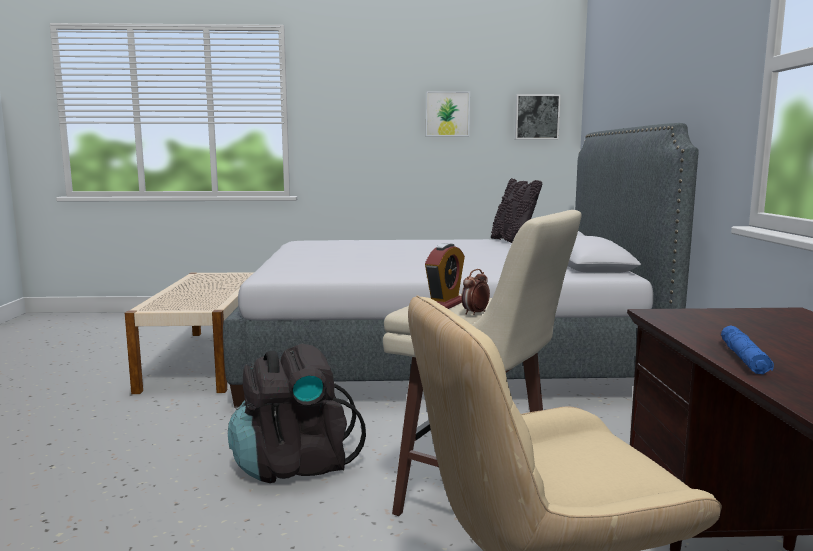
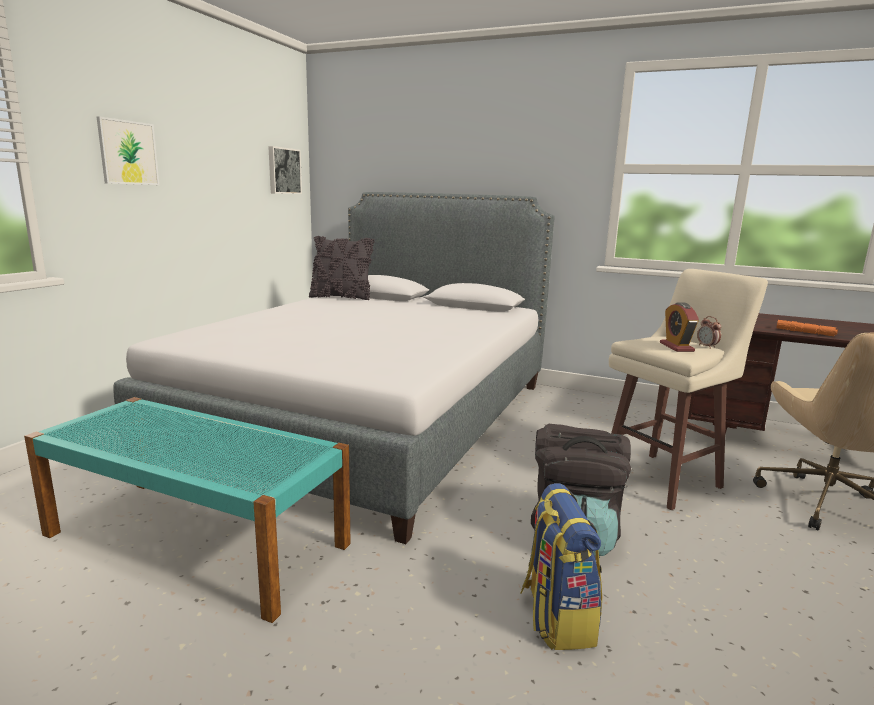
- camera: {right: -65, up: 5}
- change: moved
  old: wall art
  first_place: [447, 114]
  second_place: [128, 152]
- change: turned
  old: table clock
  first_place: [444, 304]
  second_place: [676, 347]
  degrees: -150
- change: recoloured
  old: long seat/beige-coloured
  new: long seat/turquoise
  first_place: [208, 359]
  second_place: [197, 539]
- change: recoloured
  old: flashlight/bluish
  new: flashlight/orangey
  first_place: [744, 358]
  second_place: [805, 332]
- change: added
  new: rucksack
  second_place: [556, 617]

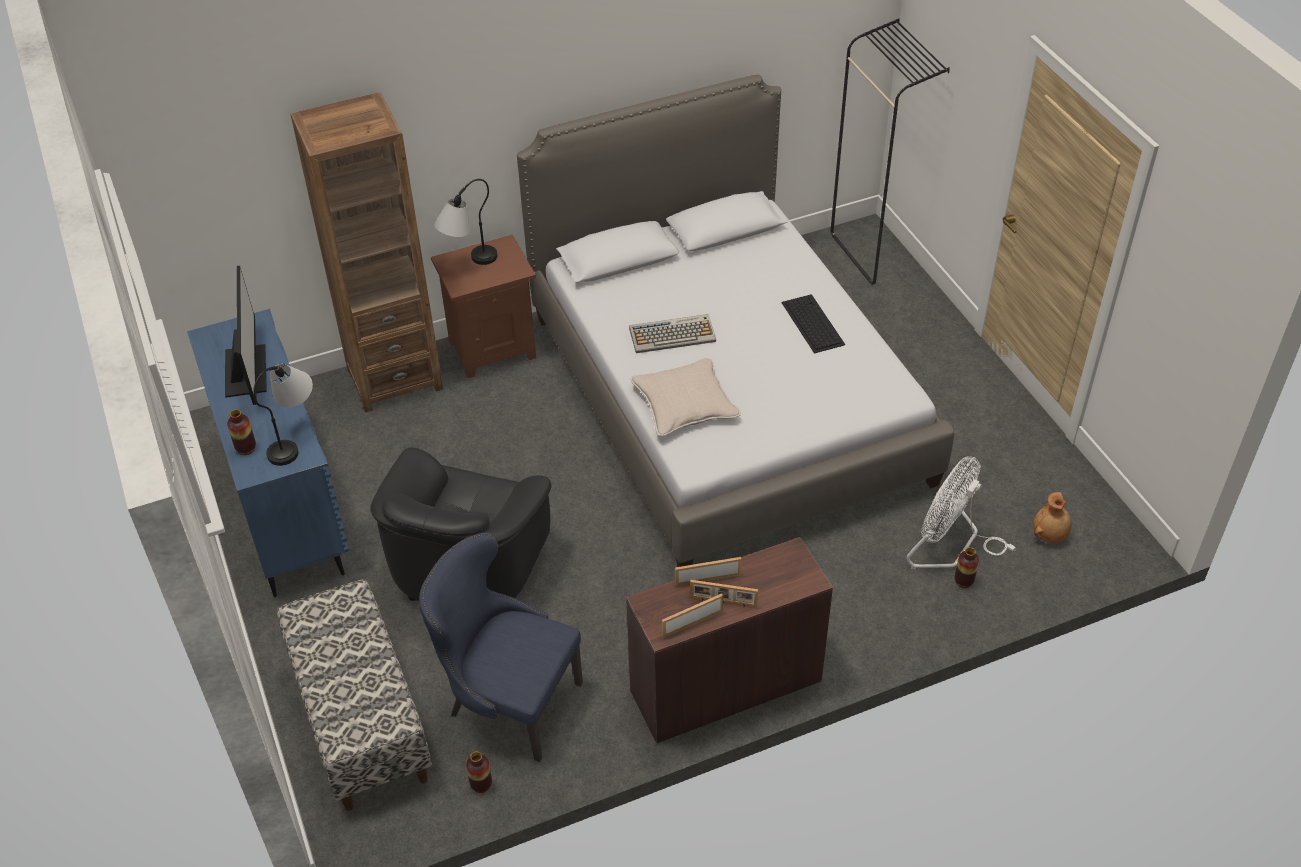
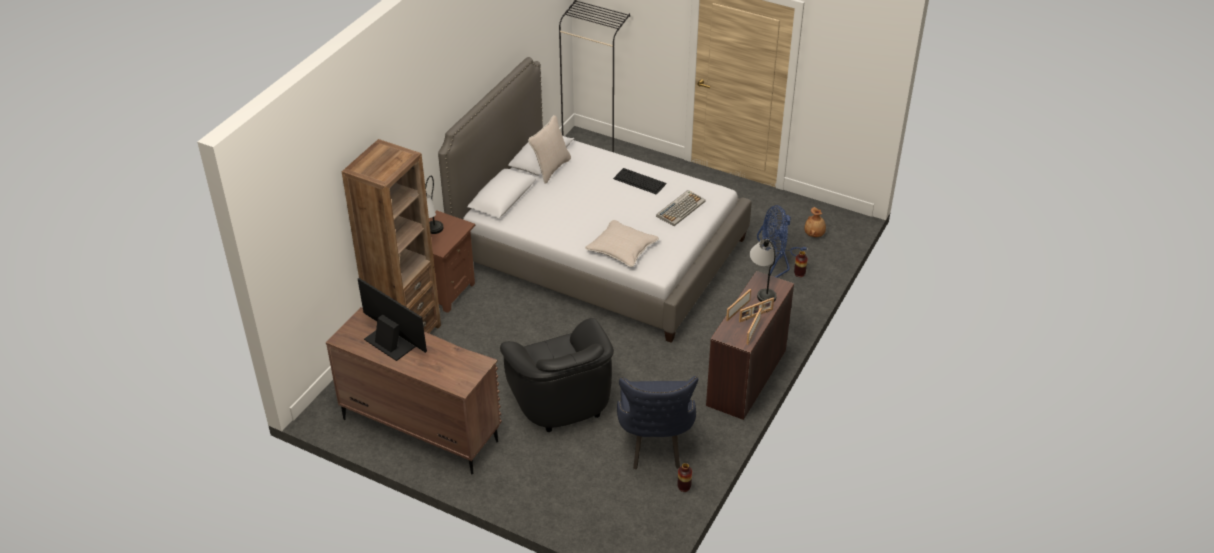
- camera: {right: -40, up: -5}
- change: recoloured
  old: chest of drawers/bluish
  new: chest of drawers/brown
  first_place: [285, 505]
  second_place: [420, 429]
- change: moved
  old: computer keyboard
  first_place: [673, 334]
  second_place: [680, 208]
- change: moved
  old: table lamp
  first_place: [295, 440]
  second_place: [762, 288]
- change: removed
  old: decorative vase
  first_place: [246, 448]
- change: recoloured
  old: cooling fan/whitish
  new: cooling fan/bluish
  first_place: [954, 541]
  second_place: [777, 259]
- change: turned
  old: chair/bluish
  first_place: [509, 702]
  second_place: [655, 445]
  degrees: -75
- change: removed
  old: long seat
  first_place: [360, 720]
- change: added
  new: cushion/beige-coloured
  second_place: [551, 169]

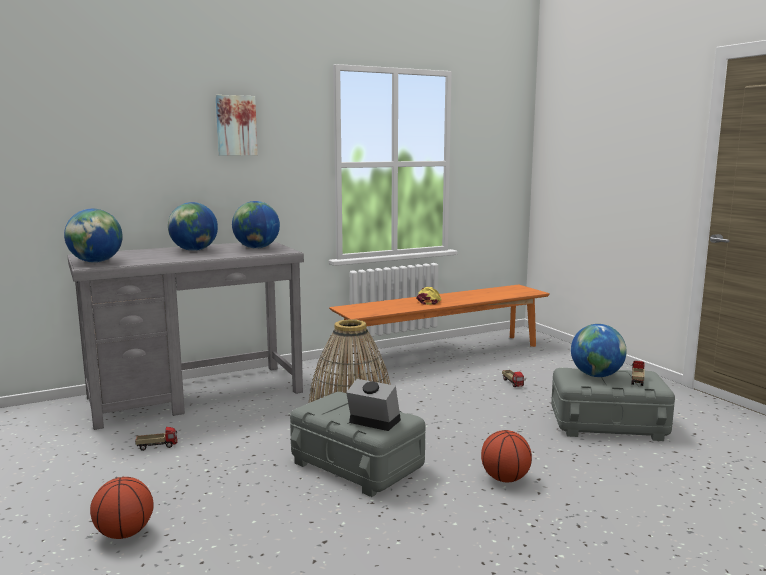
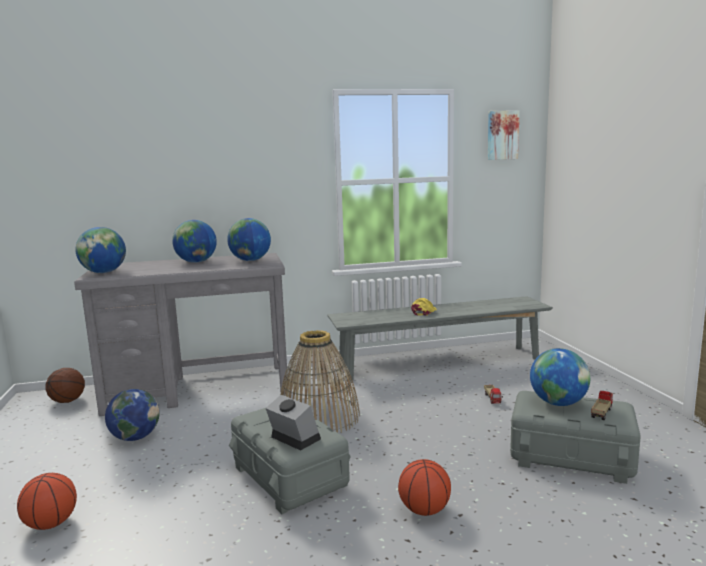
- camera: {right: 15, up: 0}
- change: moved
  old: wall art
  first_place: [236, 125]
  second_place: [502, 135]
- change: recoloured
  old: long seat/orangey
  new: long seat/greyish
  first_place: [443, 355]
  second_place: [439, 363]
- change: replaced
  old: toy truck
  new: world globe
  first_place: [157, 446]
  second_place: [135, 437]
- change: added
  new: ball for basketball
  second_place: [68, 401]

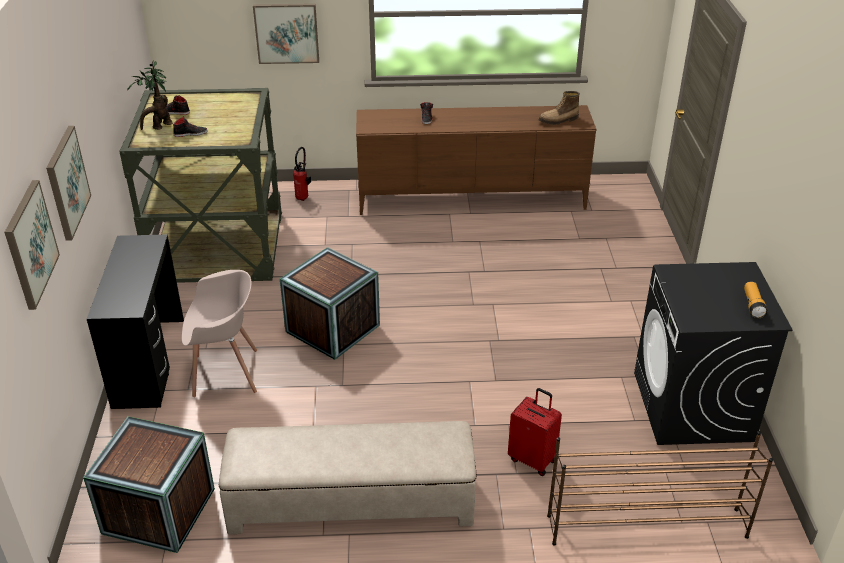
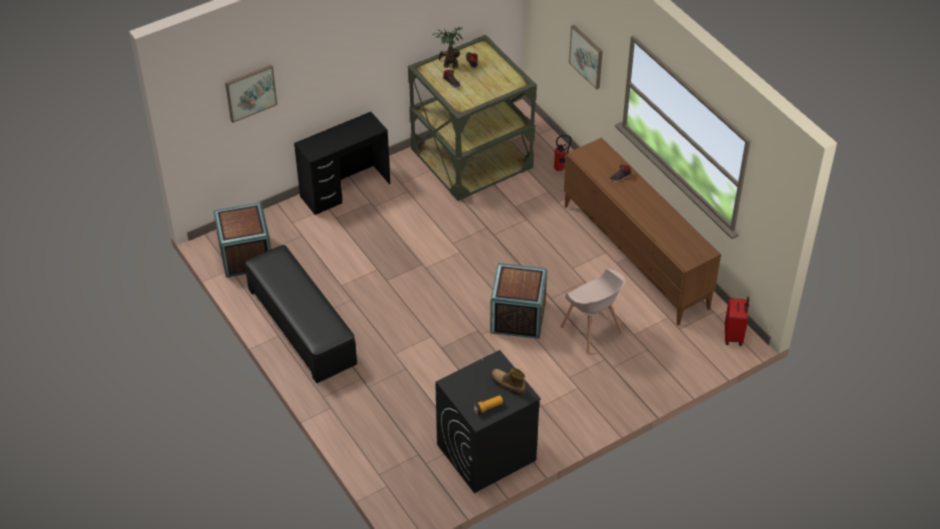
- camera: {right: 60, up: 10}
- change: moved
  old: boot
  first_place: [558, 120]
  second_place: [507, 385]
- change: removed
  old: wall art
  first_place: [67, 182]
- change: moved
  old: shipping crate
  first_place: [332, 328]
  second_place: [518, 317]
- change: moved
  old: chair/beige-coloured
  first_place: [227, 373]
  second_place: [591, 331]
- change: moved
  old: suitcase/reddish
  first_place: [533, 459]
  second_place: [734, 336]
- change: recoloured
  old: long seat/beige-coloured
  new: long seat/black-coloured
  first_place: [350, 501]
  second_place: [300, 325]
- change: removed
  old: shoe stand/brown
  first_place: [645, 526]

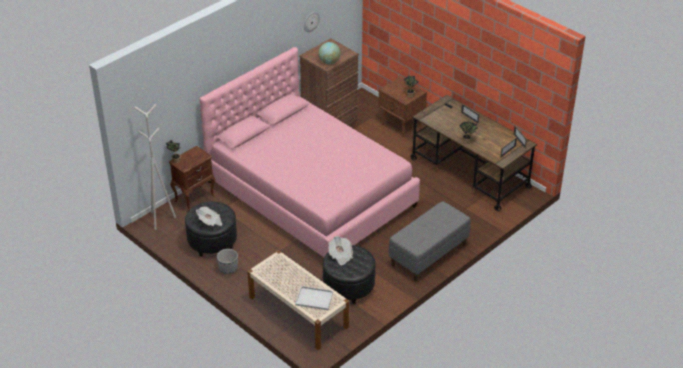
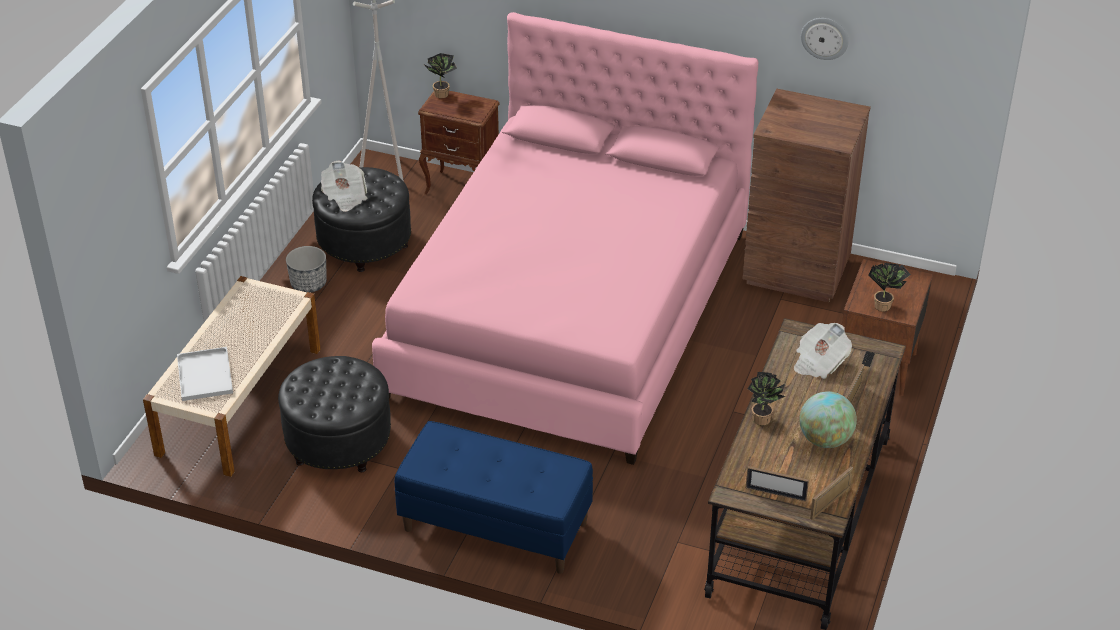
- camera: {right: 65, up: 0}
- change: moved
  old: world globe
  first_place: [329, 62]
  second_place: [825, 440]
- change: recoloured
  old: long seat/greyish
  new: long seat/bluish
  first_place: [428, 255]
  second_place: [494, 527]
- change: moved
  old: newspaper
  first_place: [340, 256]
  second_place: [819, 362]

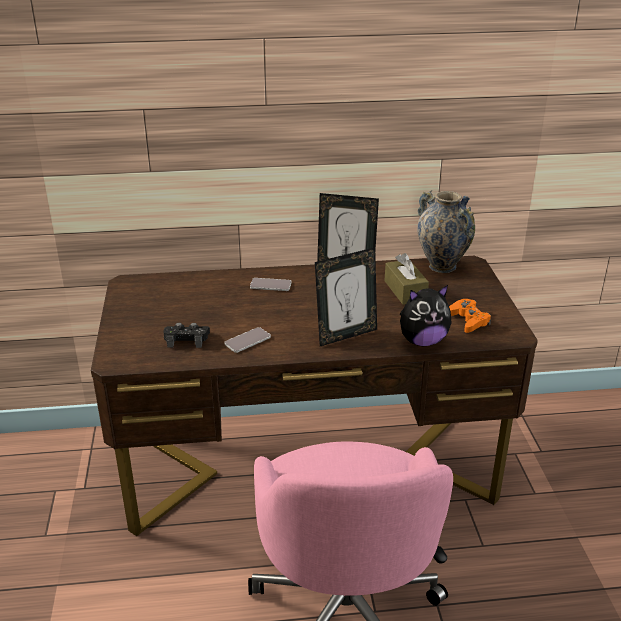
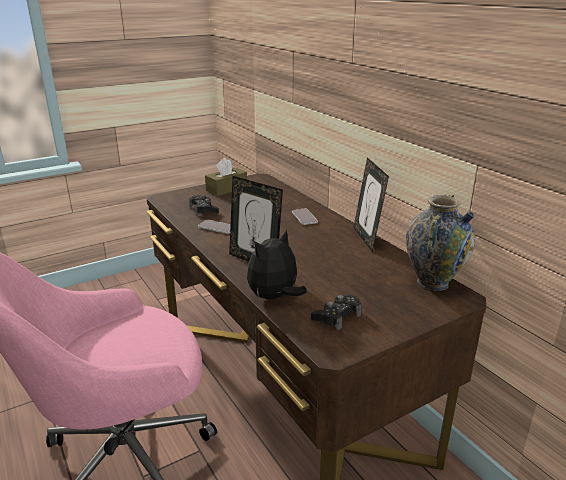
- camera: {right: 65, up: -5}
- change: moved
  old: tissue holder/brown
  first_place: [405, 290]
  second_place: [226, 189]
- change: turned
  old: soft toy
  first_place: [422, 341]
  second_place: [274, 297]
  degrees: 90
- change: recoloured
  old: joypad/orangey
  new: joypad/black-coloured
  first_place: [468, 320]
  second_place: [336, 316]

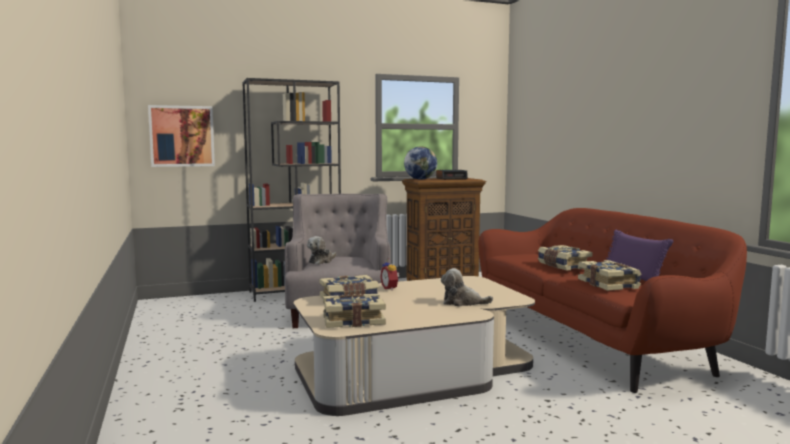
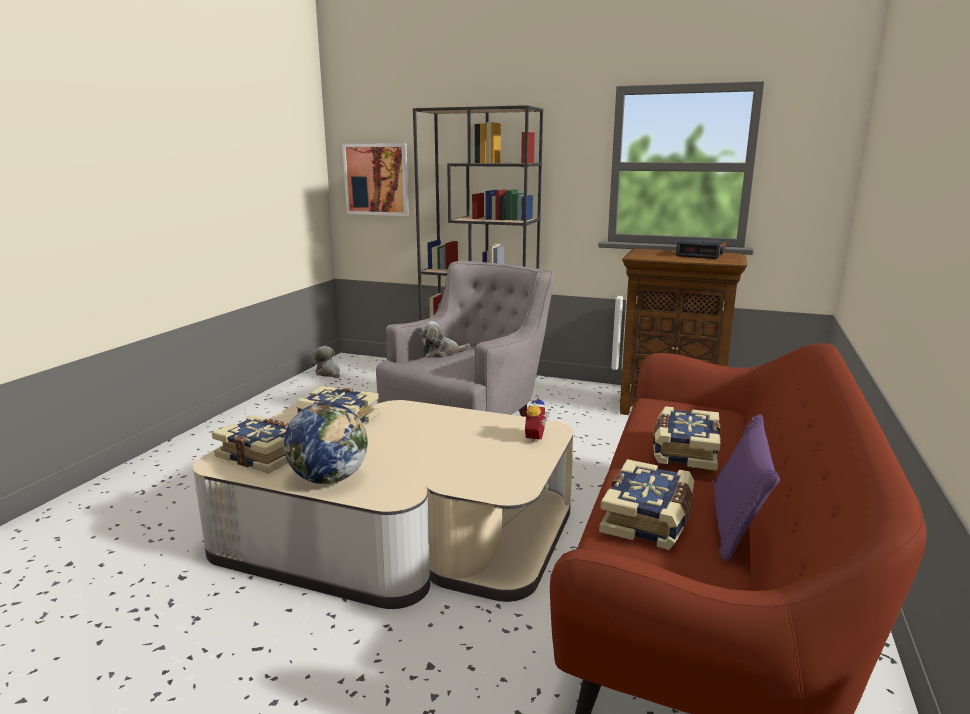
- camera: {right: 40, up: 10}
- change: moved
  old: world globe
  first_place: [420, 179]
  second_place: [329, 478]
- change: moved
  old: table clock
  first_place: [390, 288]
  second_place: [537, 438]
- change: moved
  old: soft toy
  first_place: [462, 302]
  second_place: [328, 373]

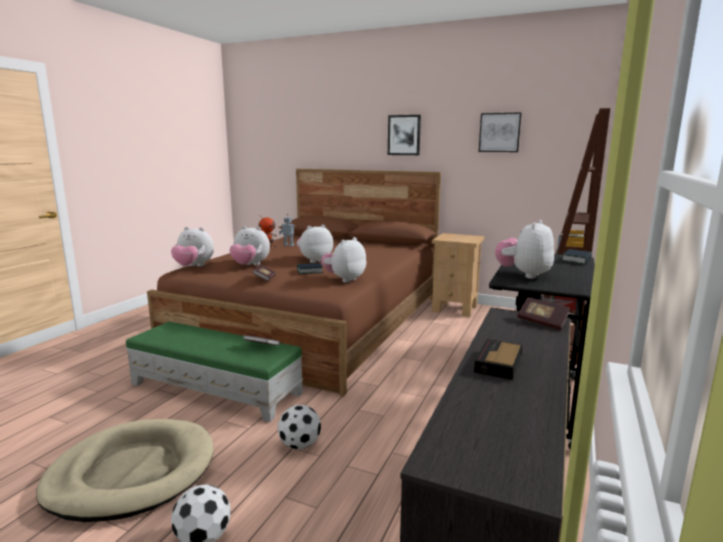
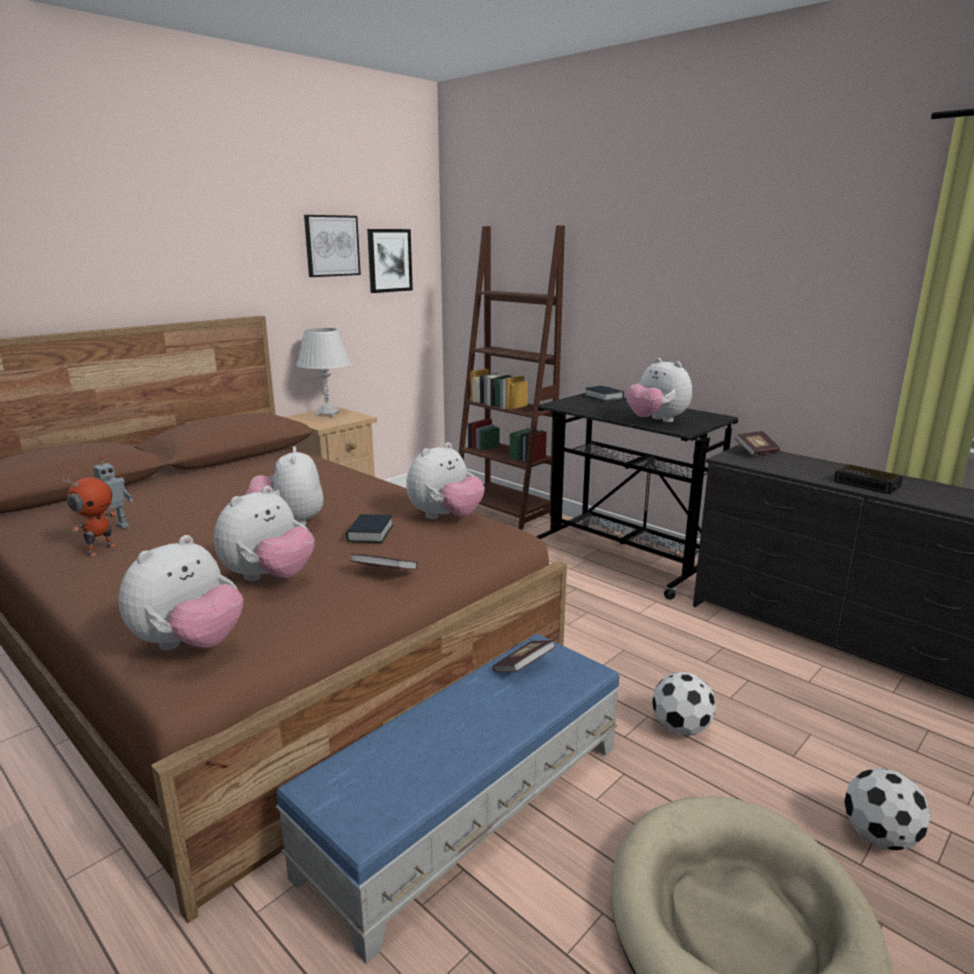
- camera: {right: -70, up: 5}
- change: moved
  old: wall art
  first_place: [404, 135]
  second_place: [389, 260]
- change: turned
  old: soft toy
  first_place: [344, 279]
  second_place: [445, 517]
  degrees: -105
- change: recoloured
  old: pouffe/green
  new: pouffe/bluish
  first_place: [216, 389]
  second_place: [470, 806]
- change: added
  new: table lamp/whitish
  second_place: [327, 414]

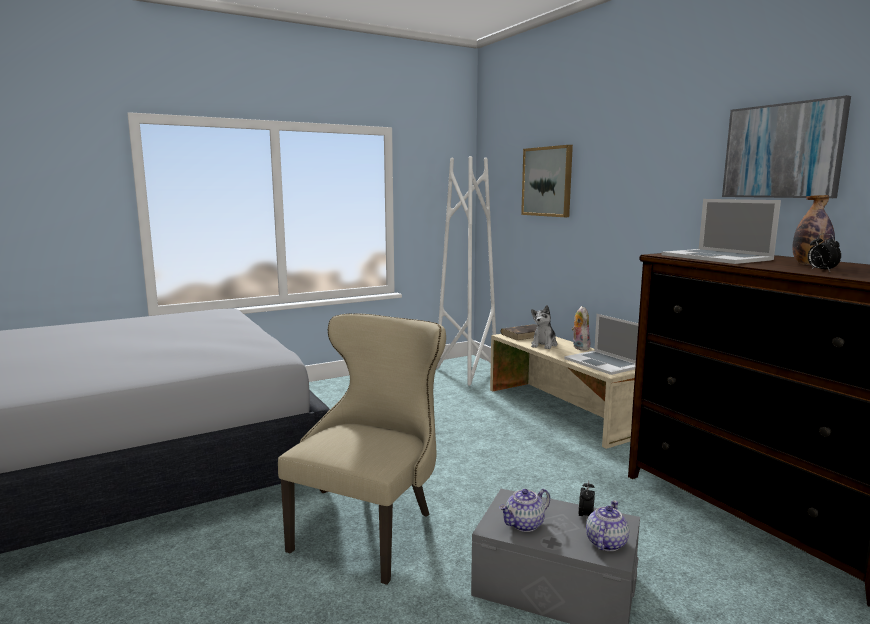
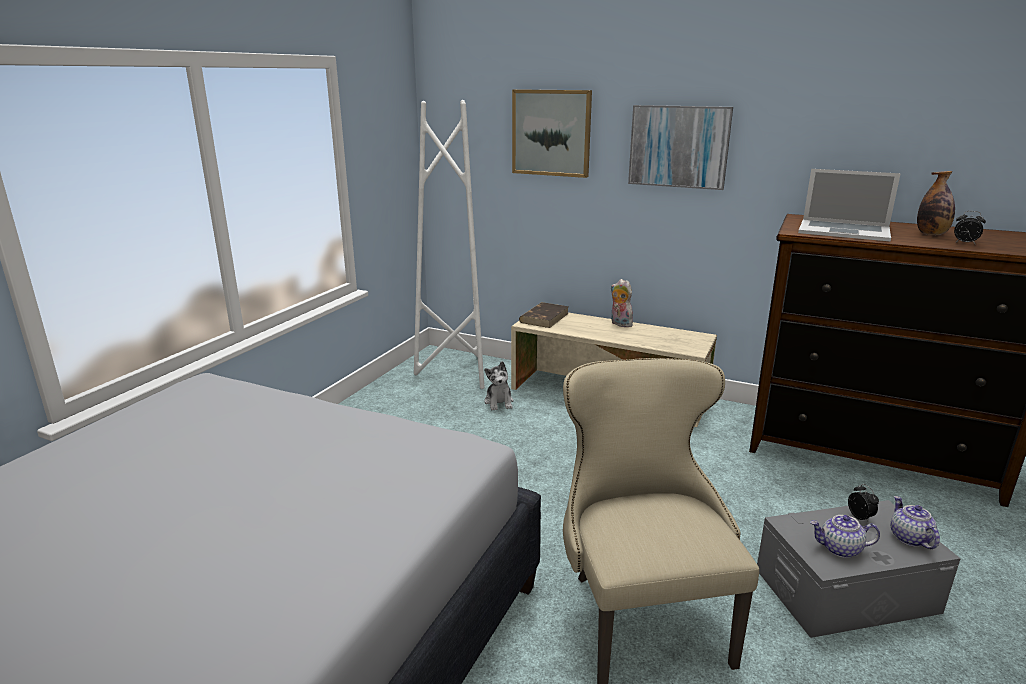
- camera: {right: -35, up: 10}
- change: moved
  old: wall art
  first_place: [782, 151]
  second_place: [679, 146]
- change: moved
  old: soft toy
  first_place: [544, 345]
  second_place: [499, 402]
- change: removed
  old: laptop
  first_place: [603, 363]
- change: turned
  old: pot for tea
  first_place: [524, 524]
  second_place: [840, 549]
  degrees: 75

